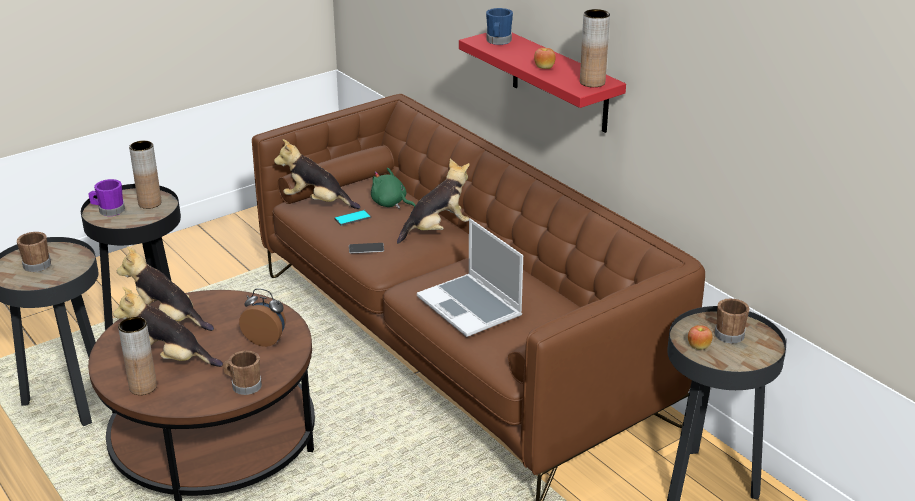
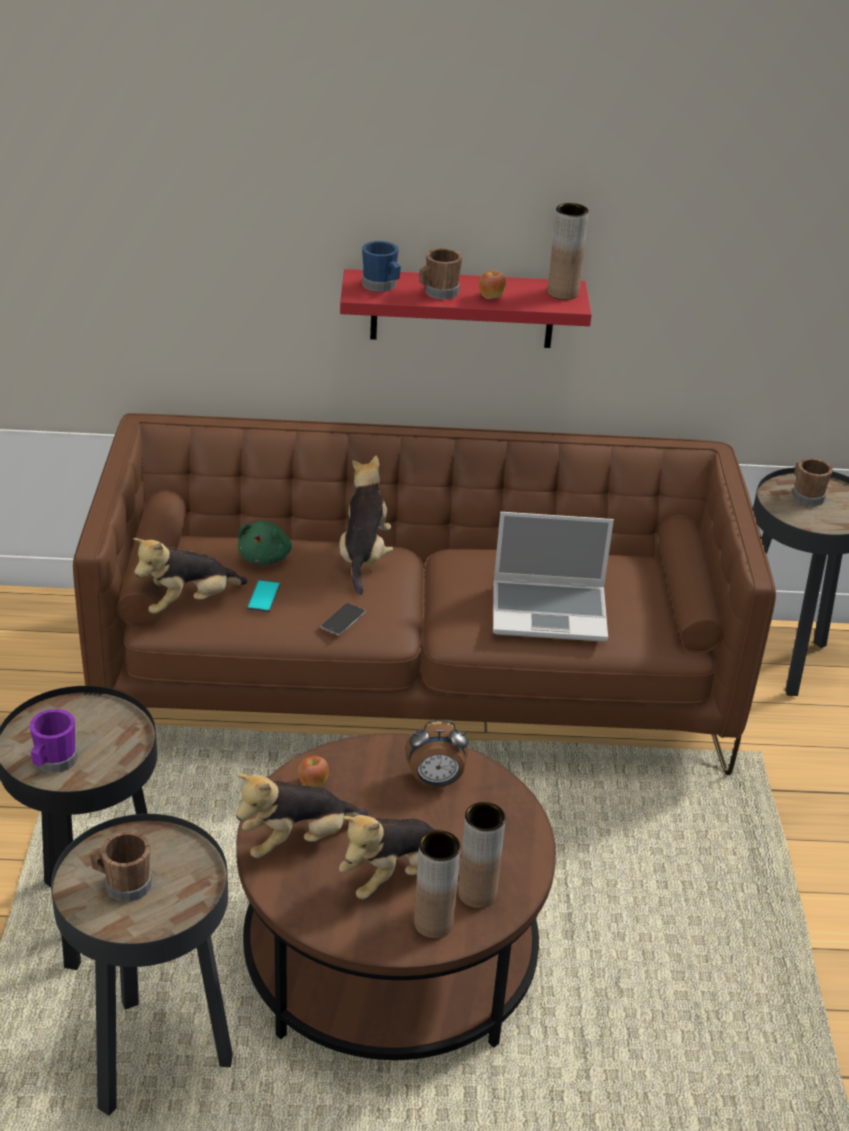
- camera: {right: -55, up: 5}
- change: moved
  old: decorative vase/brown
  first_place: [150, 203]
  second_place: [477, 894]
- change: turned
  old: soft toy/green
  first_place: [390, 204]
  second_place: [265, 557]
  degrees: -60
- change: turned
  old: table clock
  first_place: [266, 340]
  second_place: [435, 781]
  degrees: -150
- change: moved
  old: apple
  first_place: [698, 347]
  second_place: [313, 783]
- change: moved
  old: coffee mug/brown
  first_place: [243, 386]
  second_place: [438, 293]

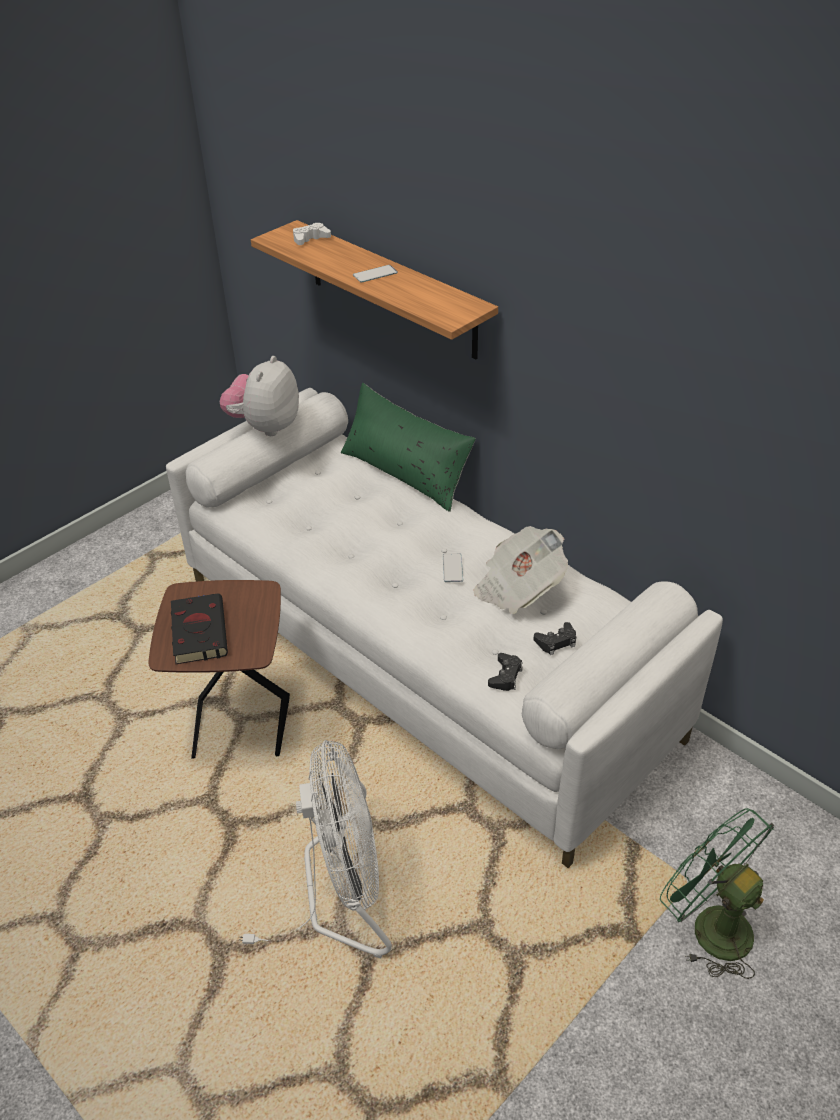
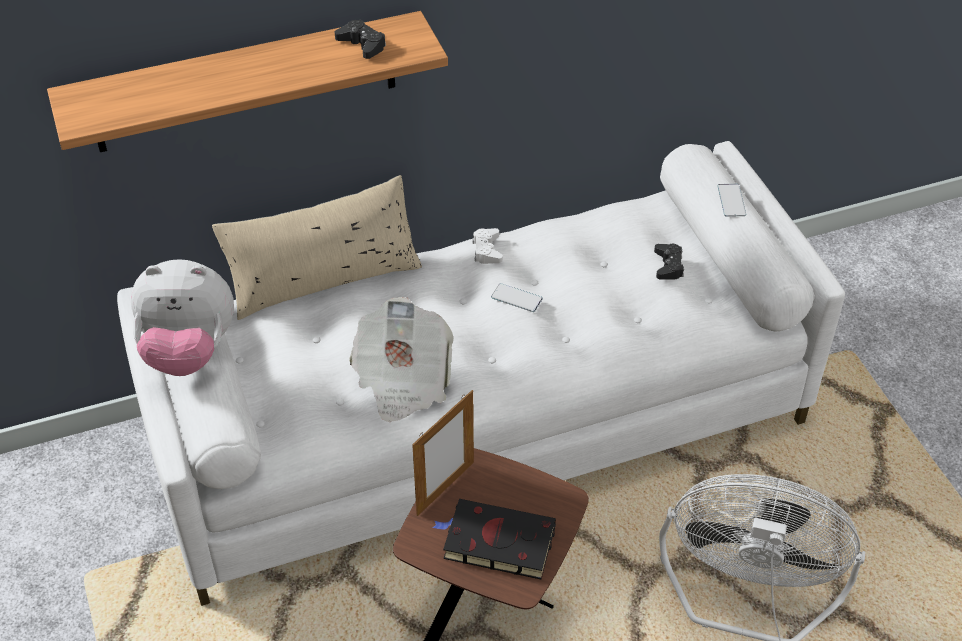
- camera: {right: -65, up: 5}
- change: moved
  old: joypad/whitish
  first_place: [310, 239]
  second_place: [487, 250]
- change: moved
  old: phone
  first_place: [375, 274]
  second_place: [731, 200]
- change: turned
  old: soft toy
  first_place: [265, 426]
  second_place: [189, 352]
  degrees: -45
- change: recoloured
  old: cushion/green
  new: cushion/beige-coloured
  first_place: [405, 472]
  second_place: [323, 277]
- change: moved
  old: newspaper
  first_place: [518, 587]
  second_place: [403, 380]
- change: moved
  old: joypad/black-coloured
  first_place: [505, 676]
  second_place: [362, 44]
- change: removed
  old: cooling fan/green
  first_place: [709, 925]
- change: added
  new: photo frame
  second_place: [445, 488]

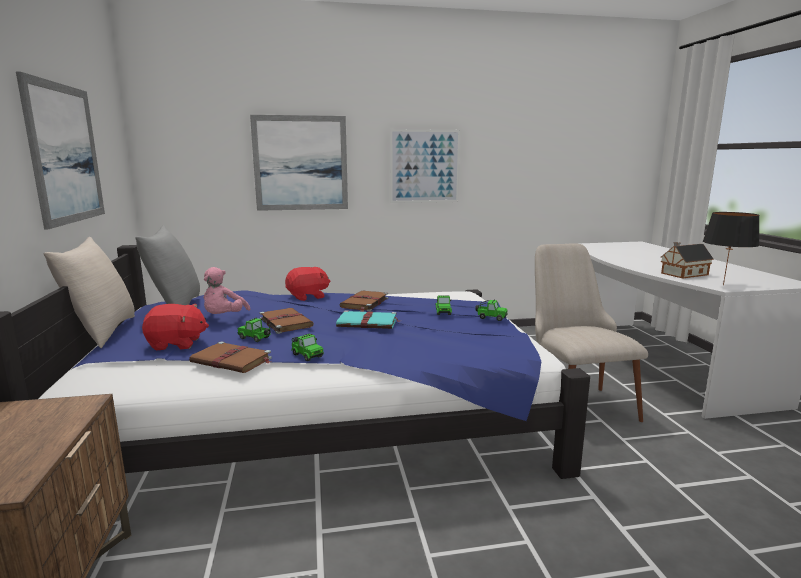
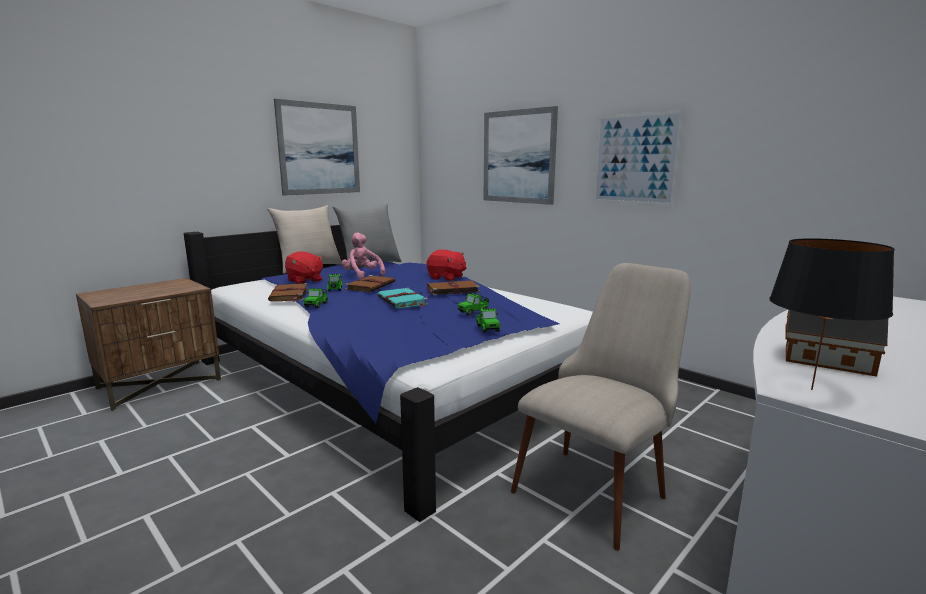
- camera: {right: 55, up: 0}
- change: turned
  old: soft toy/pink-coloured
  first_place: [224, 318]
  second_place: [362, 275]
  degrees: 75

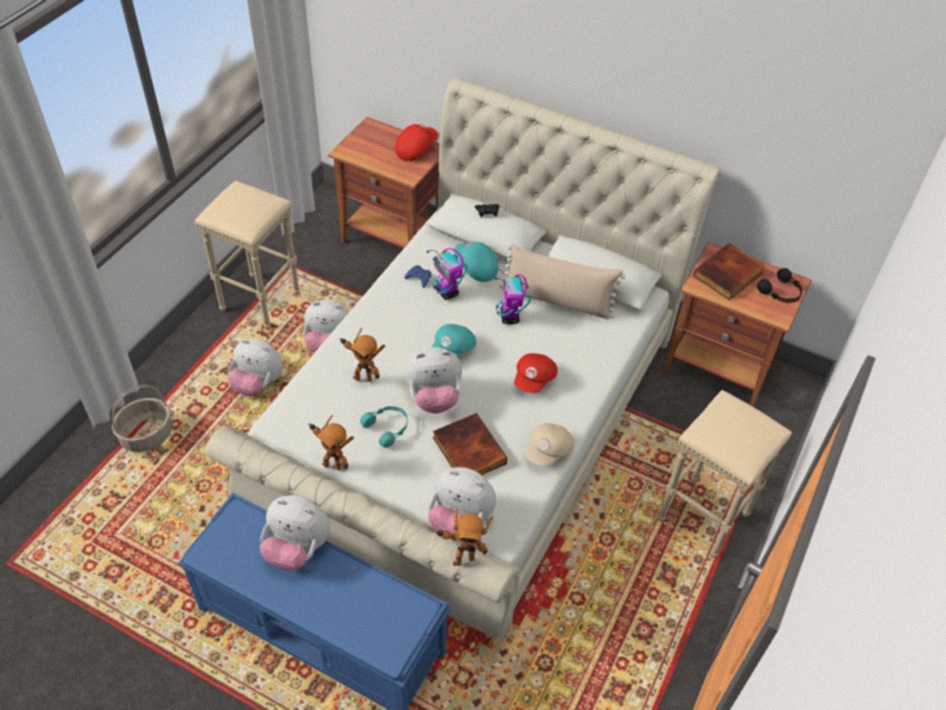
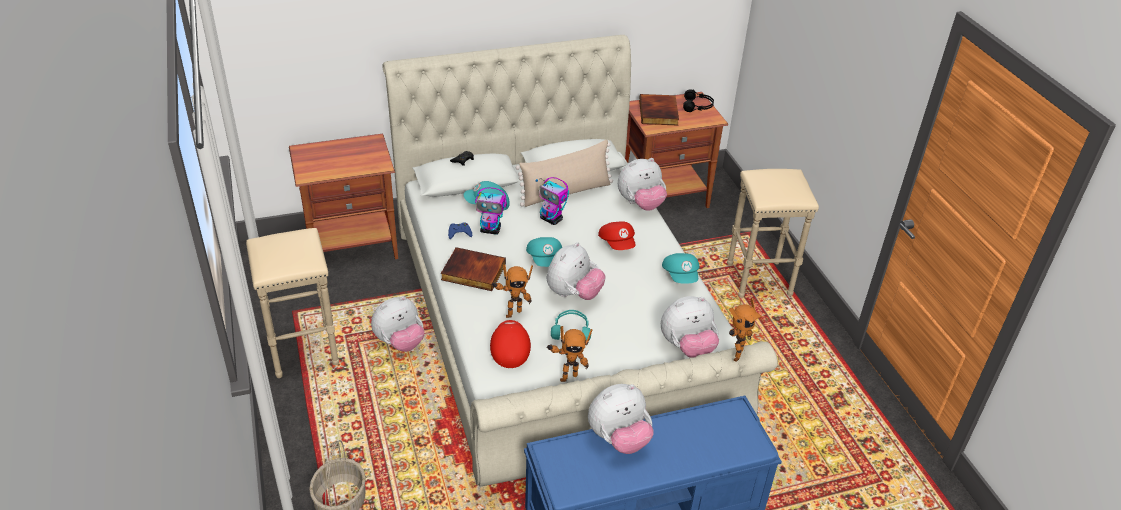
- camera: {right: -45, up: -10}
- change: moved
  old: peaked cap/reddish
  first_place: [416, 149]
  second_place: [509, 350]
- change: moved
  old: soft toy
  first_place: [257, 383]
  second_place: [640, 204]
- change: moved
  old: book
  first_place: [467, 450]
  second_place: [472, 272]
- change: recoloured
  old: peaked cap/beige-coloured
  new: peaked cap/turquoise
  first_place: [549, 451]
  second_place: [681, 276]

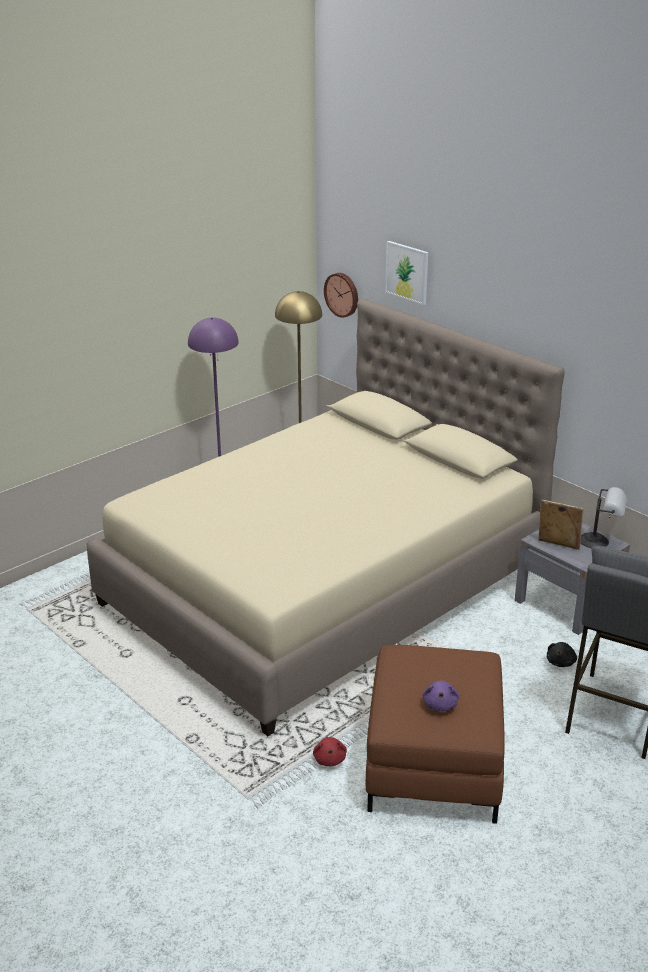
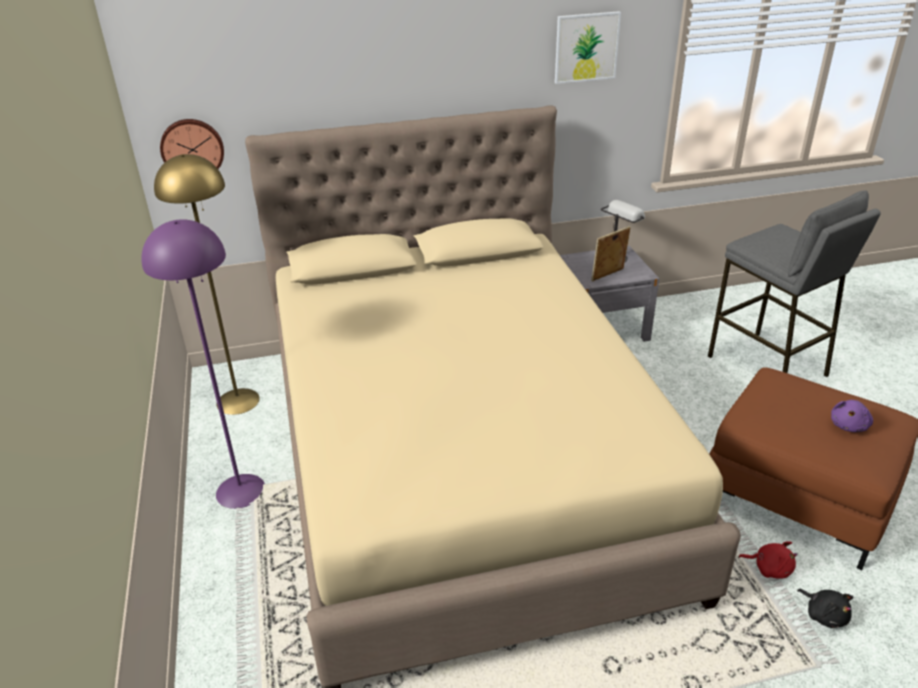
- camera: {right: -60, up: 5}
- change: moved
  old: wall art
  first_place: [407, 272]
  second_place: [586, 47]
- change: moved
  old: soft toy/black-coloured
  first_place: [561, 662]
  second_place: [824, 614]
- change: turned
  old: soft toy/purplish
  first_place: [440, 704]
  second_place: [849, 425]
  degrees: 90

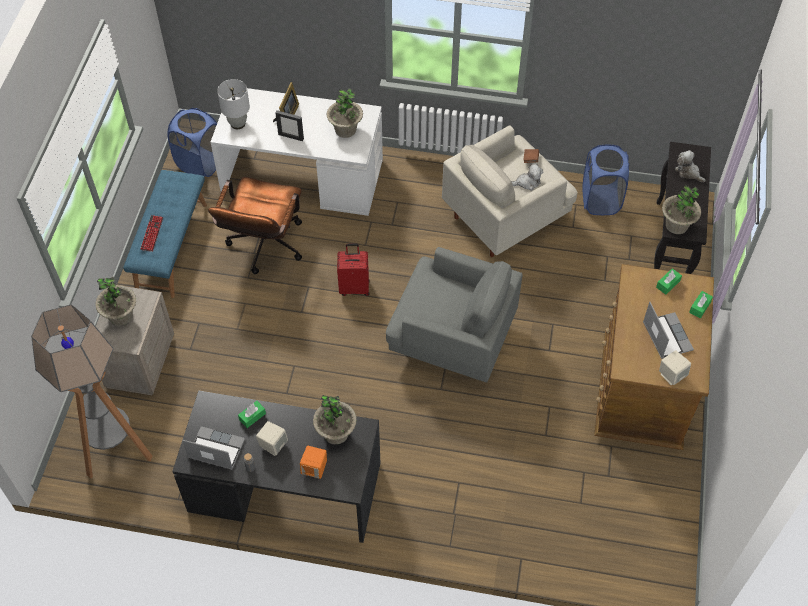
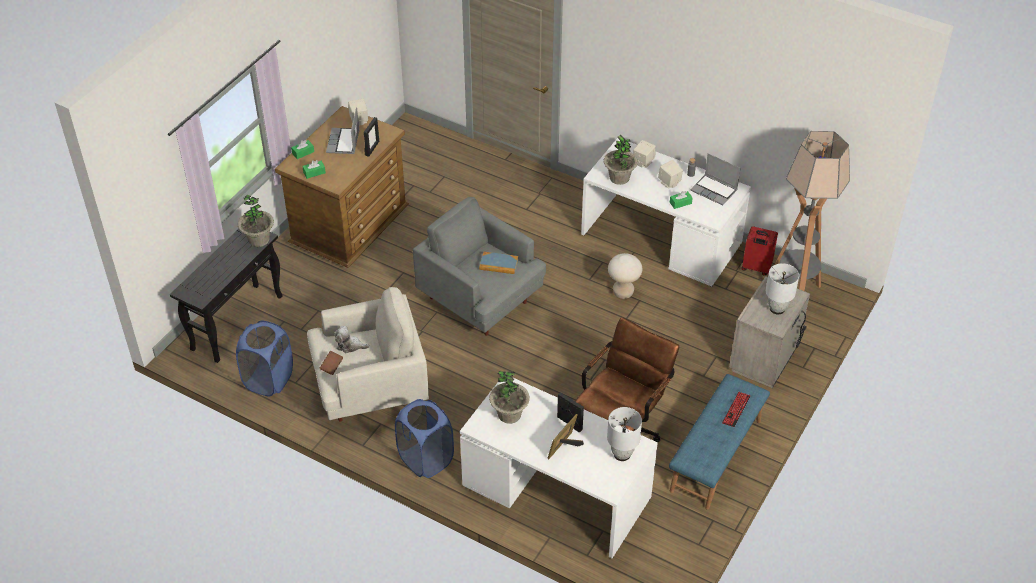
- camera: {right: -160, up: -10}
- change: moved
  old: hamper/bluish
  first_place: [200, 163]
  second_place: [425, 459]
- change: removed
  old: soft toy
  first_place: [688, 172]
- change: moved
  old: suitcase/reddish
  first_place: [354, 287]
  second_place: [756, 268]
- change: replaced
  old: houseplant
  new: table lamp/whitish
  first_place: [121, 316]
  second_place: [777, 309]
- change: recoloured
  old: desk table/black-coloured
  new: desk table/whitish
  first_place: [285, 488]
  second_place: [661, 239]
- change: recoloured
  old: loudspeaker/orangey
  new: loudspeaker/beige-coloured
  first_place: [314, 468]
  second_place: [643, 162]
- change: added
  new: photo frame
  second_place: [372, 148]
- change: added
  new: book
  second_place: [498, 264]
- change: added
  new: sitting stool/beige-coloured
  second_place: [623, 292]

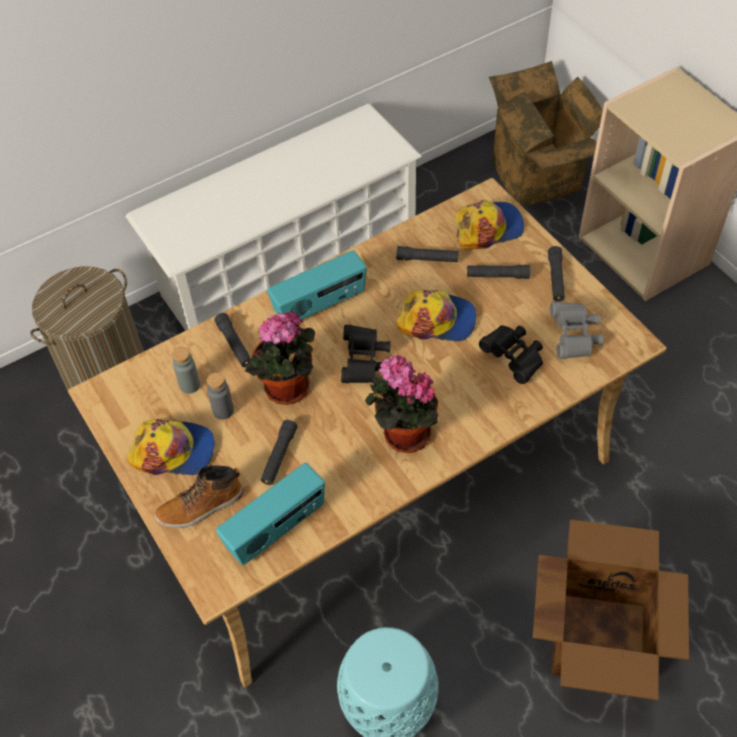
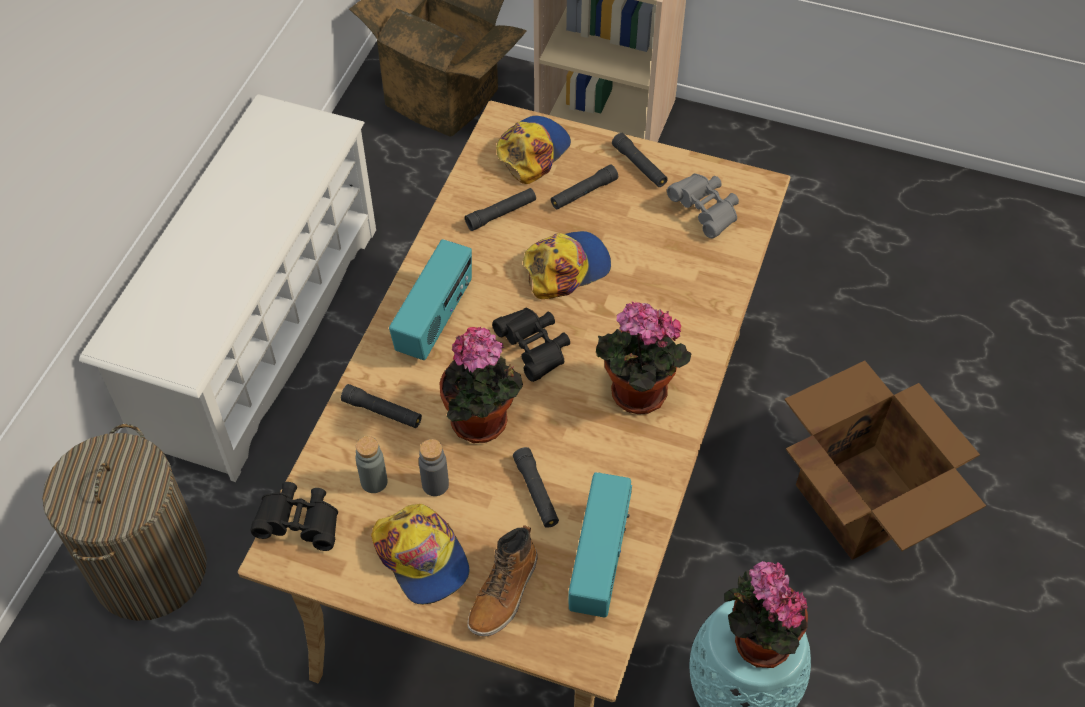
- camera: {right: -40, up: 0}
- change: moved
  old: field glasses/black-coloured
  first_place: [514, 358]
  second_place: [300, 523]
- change: turned
  old: peaked cap
  first_place: [173, 451]
  second_place: [422, 558]
  degrees: 90
- change: added
  new: houseplant
  second_place: [757, 641]

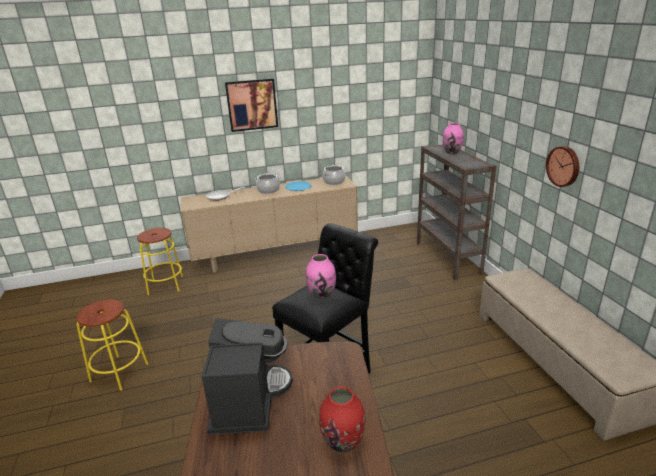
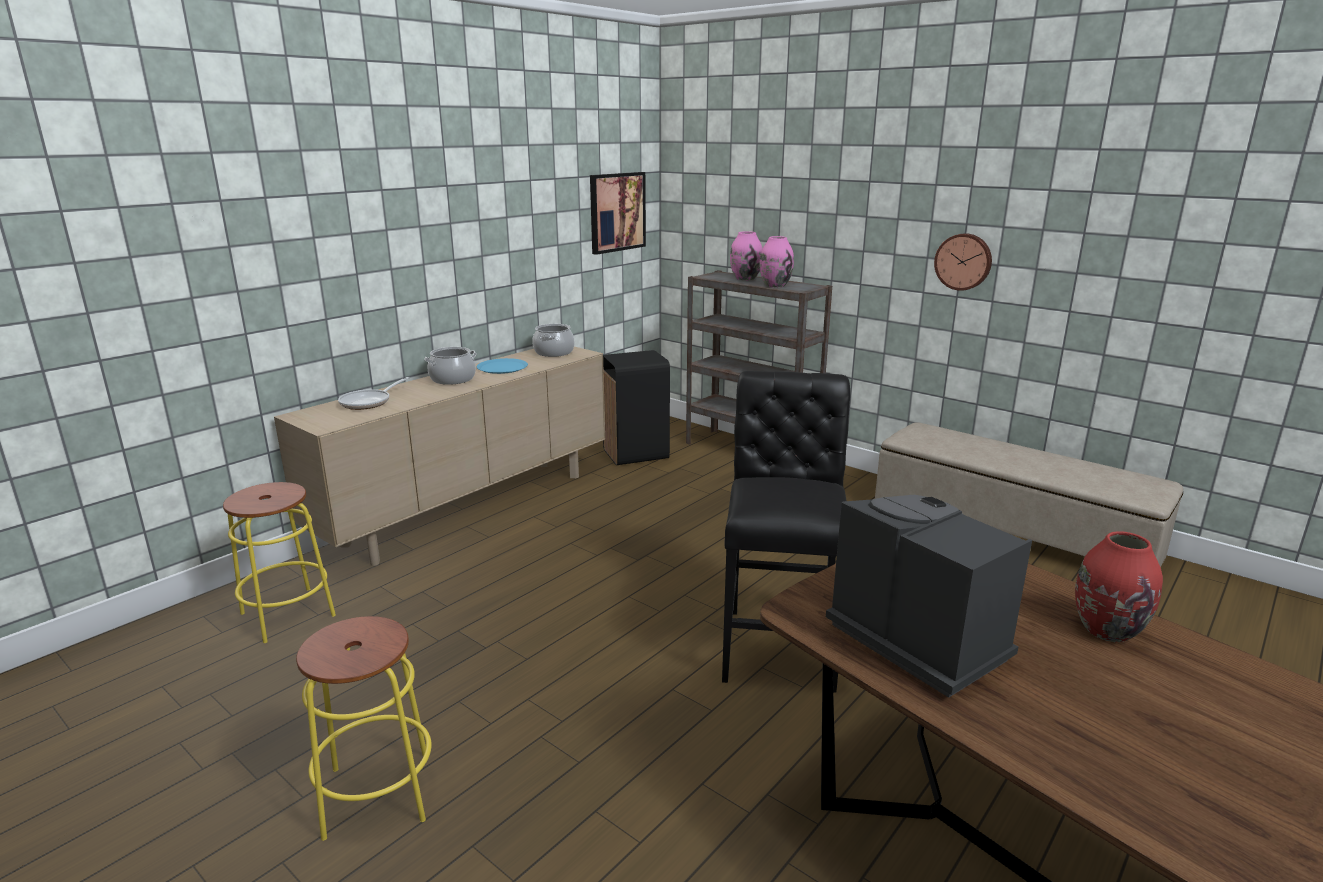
- camera: {right: -35, up: -5}
- change: moved
  old: wall art
  first_place: [252, 104]
  second_place: [617, 212]
- change: moved
  old: decorative vase/pink-coloured
  first_place: [322, 294]
  second_place: [775, 285]
- change: added
  new: rubbish bin/black-coloured
  second_place: [635, 454]

